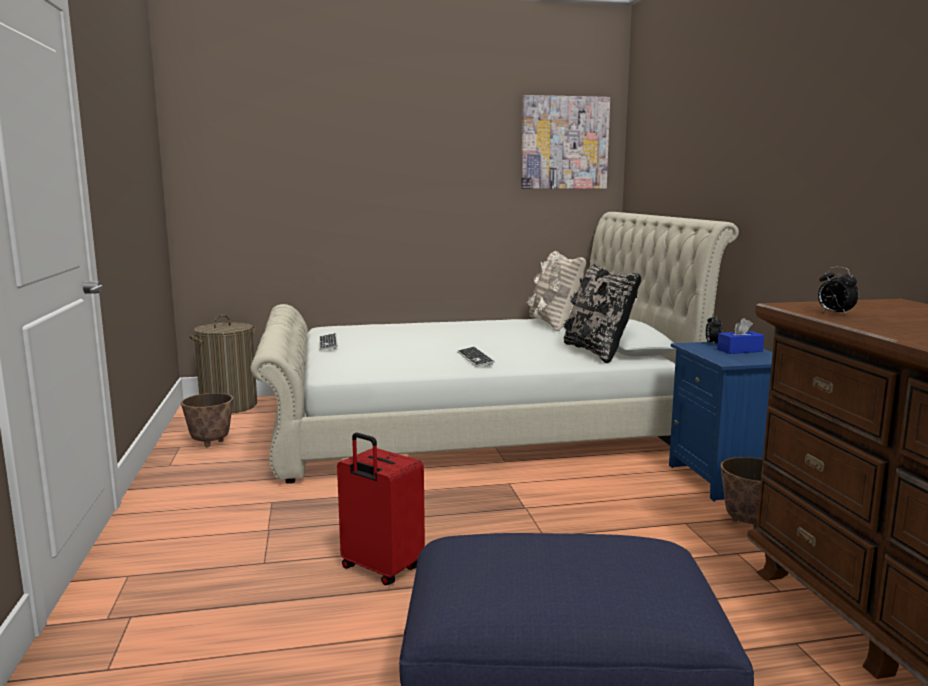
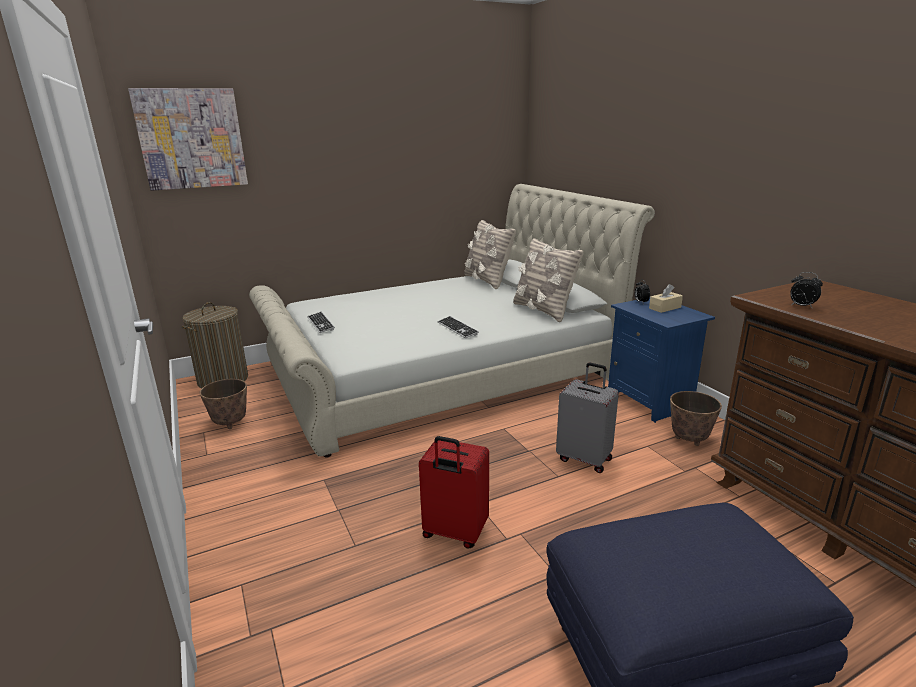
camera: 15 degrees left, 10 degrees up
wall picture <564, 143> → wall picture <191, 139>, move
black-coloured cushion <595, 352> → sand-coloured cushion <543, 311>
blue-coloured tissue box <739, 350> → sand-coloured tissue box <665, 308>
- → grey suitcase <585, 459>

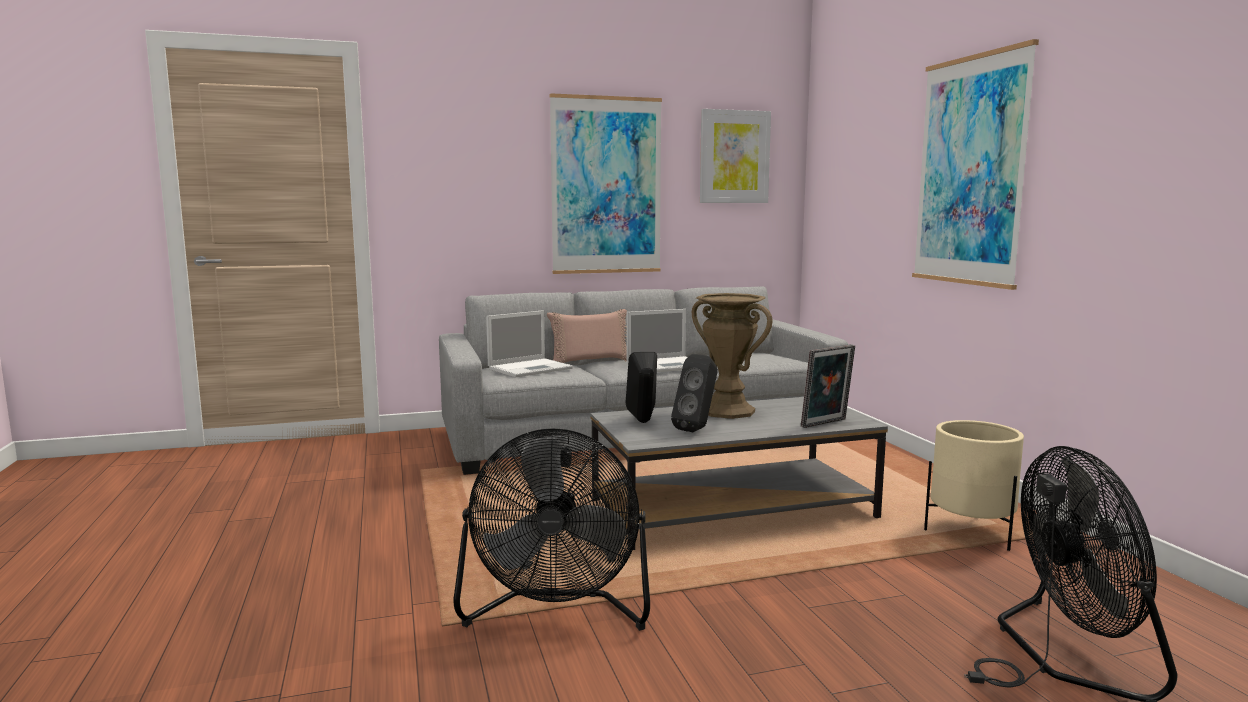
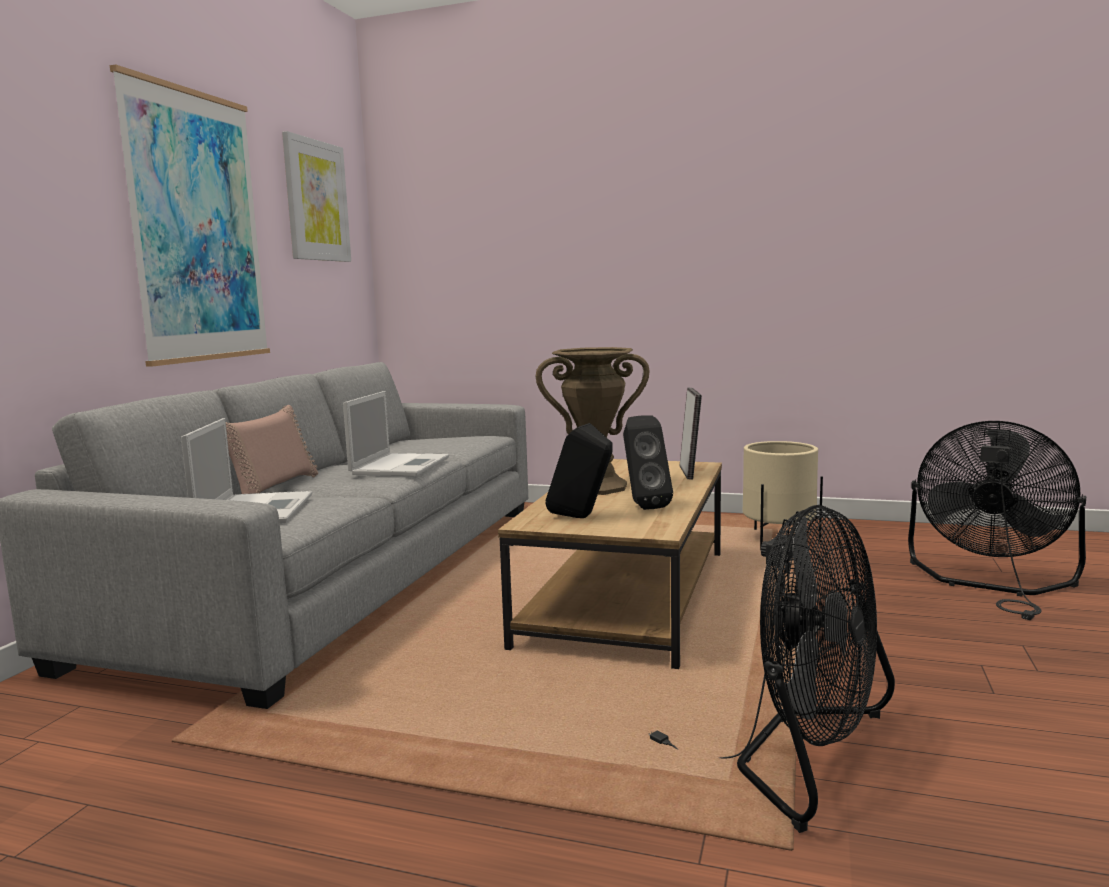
camera: 55 degrees left, 0 degrees up
wall picture <970, 171> → -
grey coffee table <731, 509> → brown-coloured coffee table <627, 596>

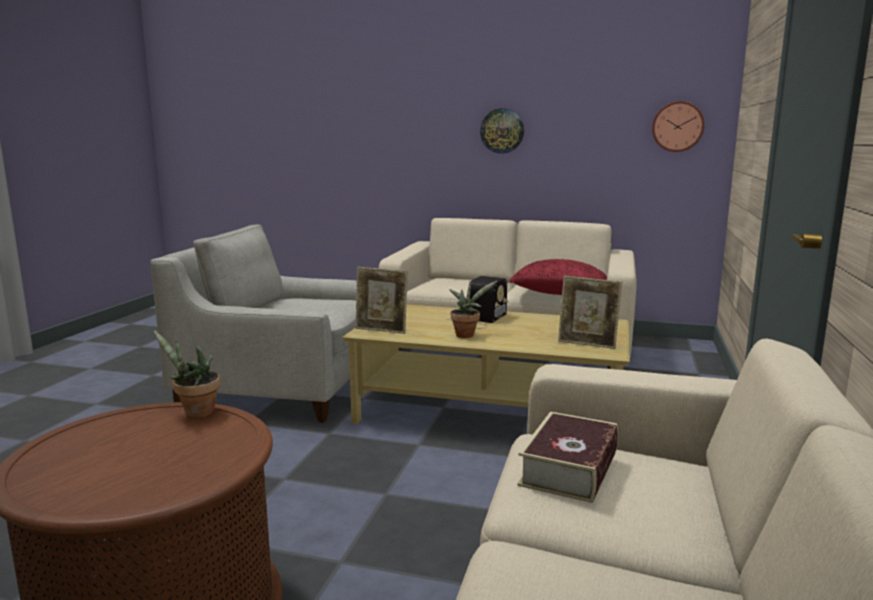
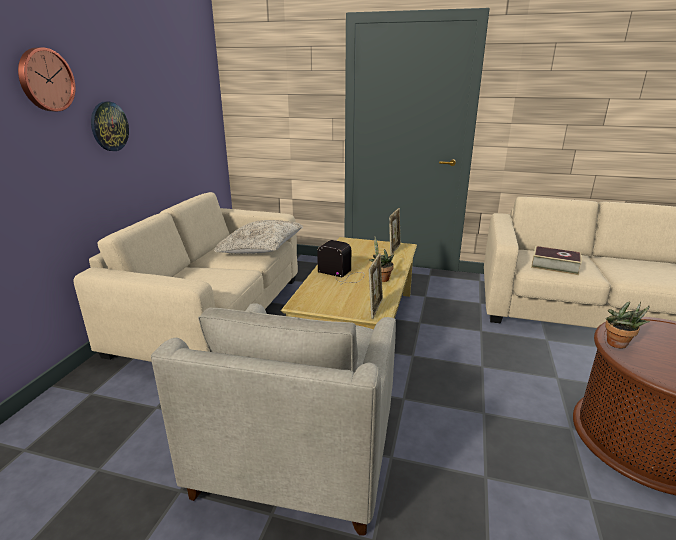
camera: 90 degrees left, 10 degrees up
wall clock <677, 126> → wall clock <45, 80>, move
red-coloured cushion <560, 294> → sand-coloured cushion <261, 249>

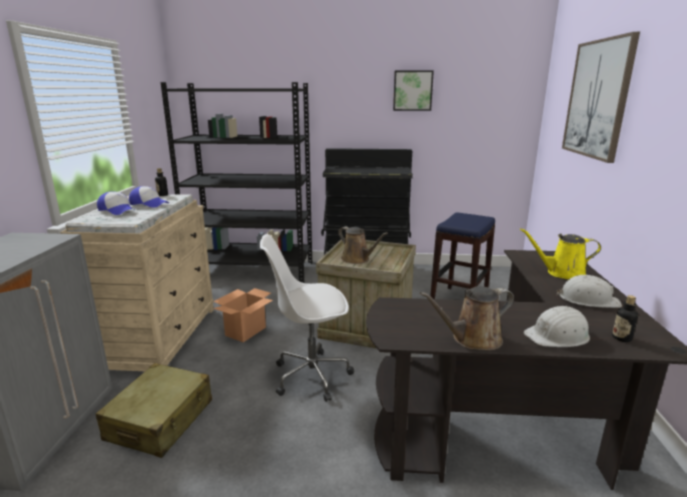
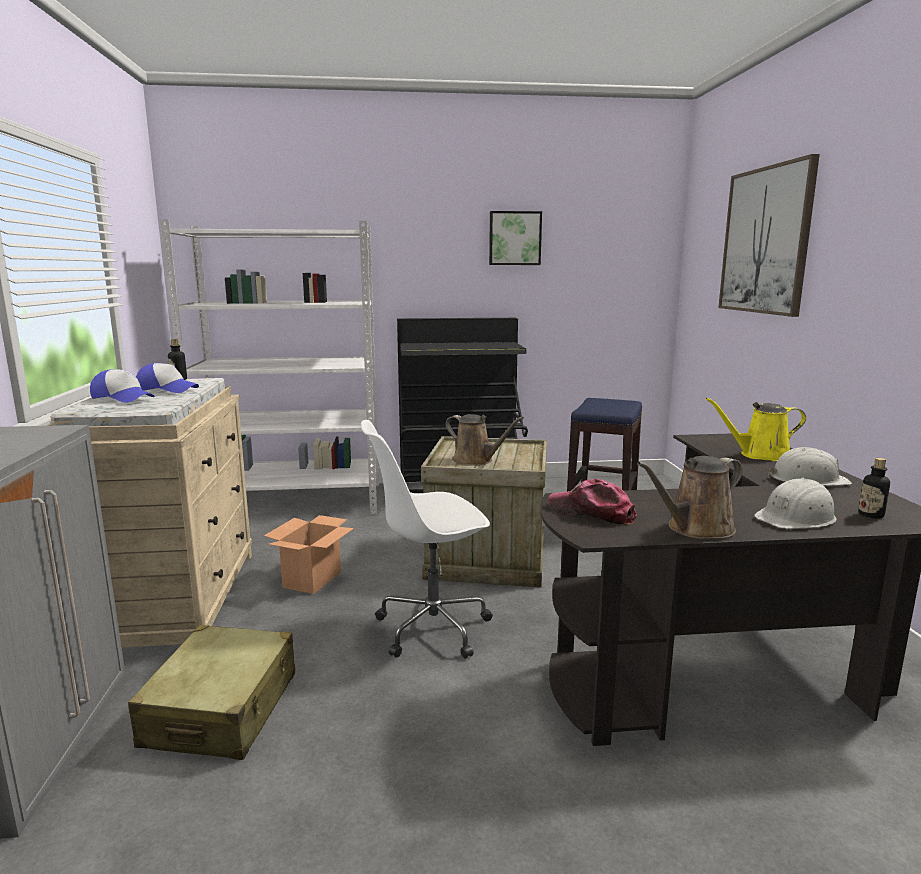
camera: 10 degrees left, 5 degrees down
black-coloured bookcase <252, 271> → white-coloured bookcase <293, 501>
- → baseball cap <592, 513>

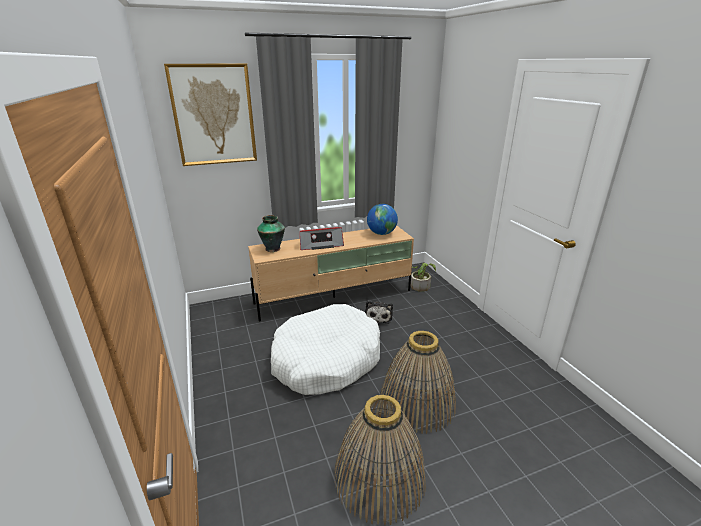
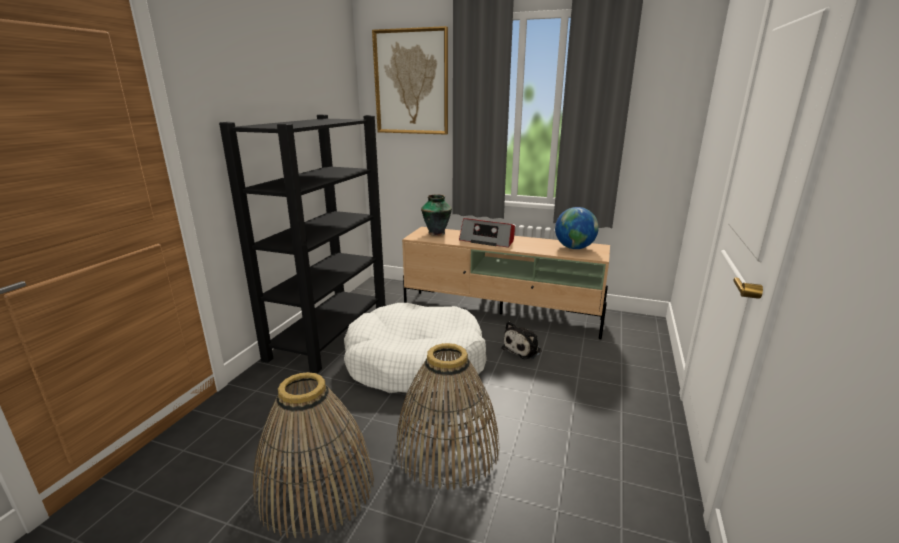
camera: 40 degrees right, 5 degrees down
plant in a pot <421, 285> → -
- → black-coloured bookcase <329, 333>

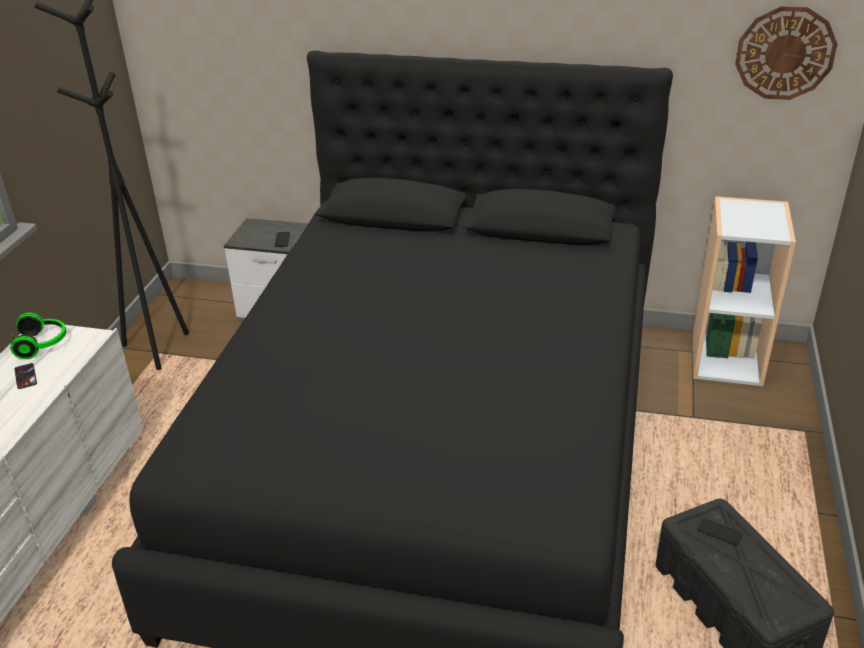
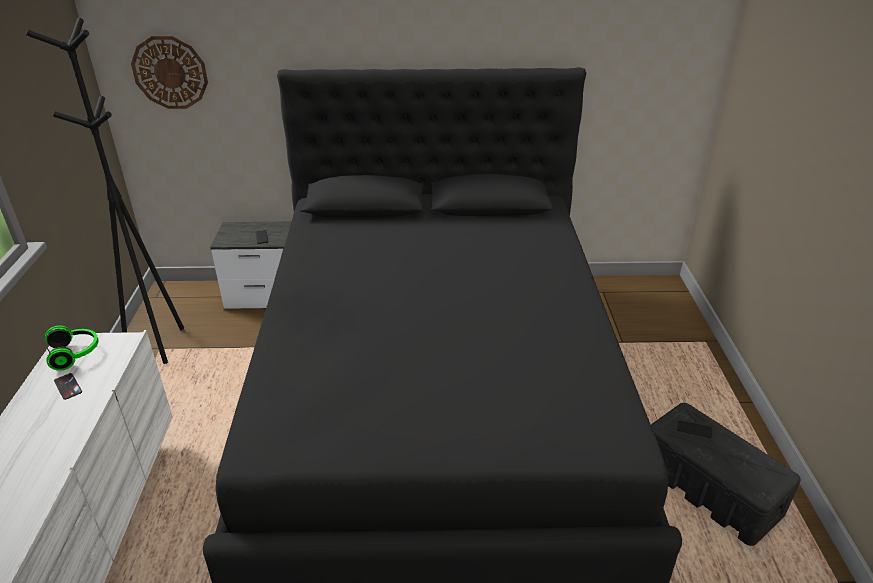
camera: 15 degrees left, 0 degrees up
wall clock <785, 53> → wall clock <170, 72>, move
bookcase <727, 358> → -

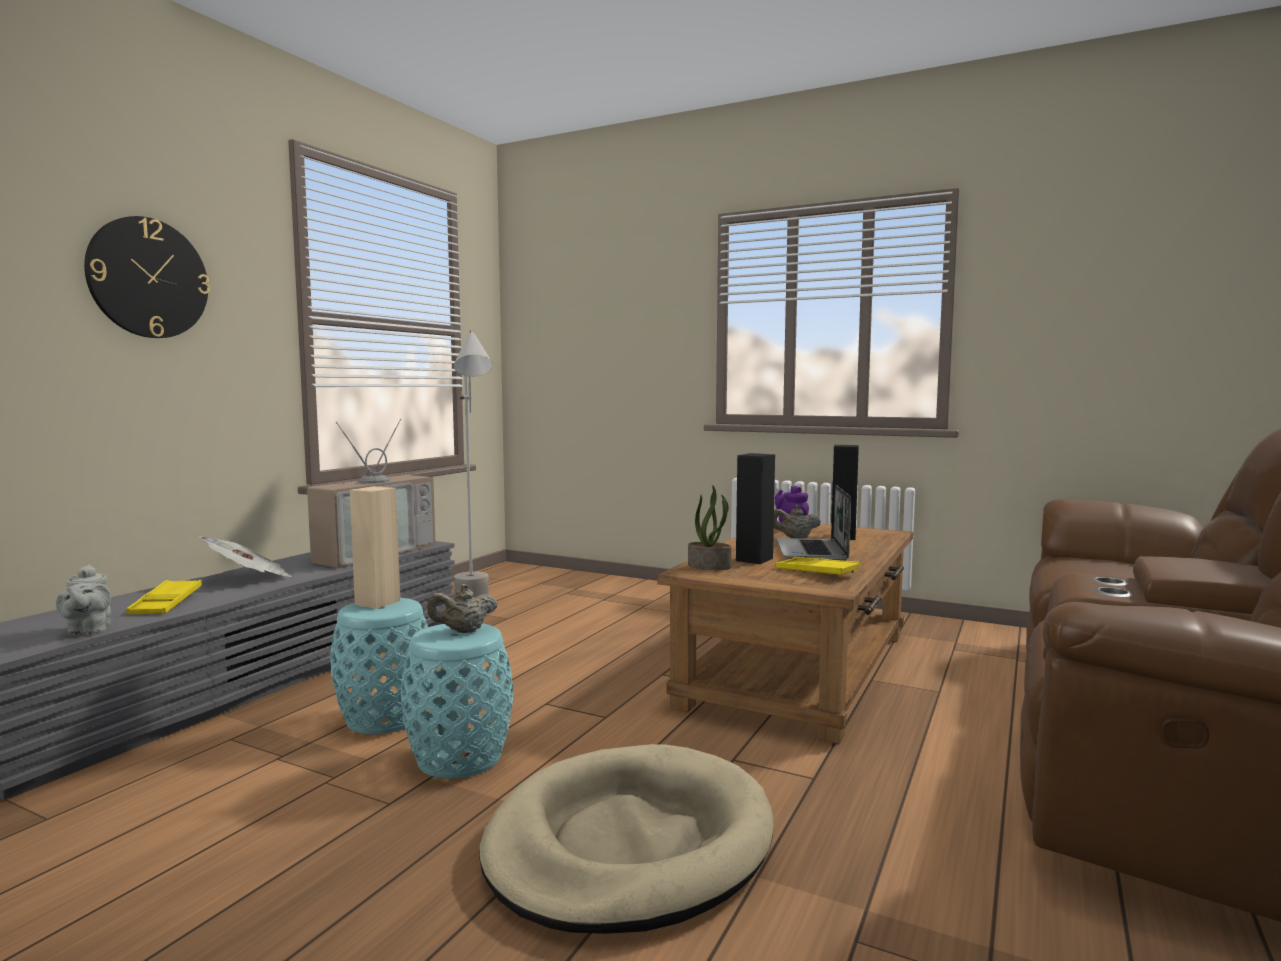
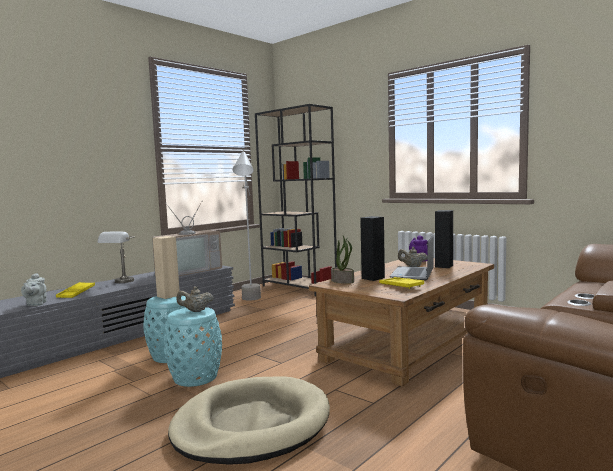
camera: 15 degrees right, 0 degrees up
wall clock <148, 278> → -
newspaper <249, 578> → grey table lamp <121, 282>
- → bookcase <299, 287>

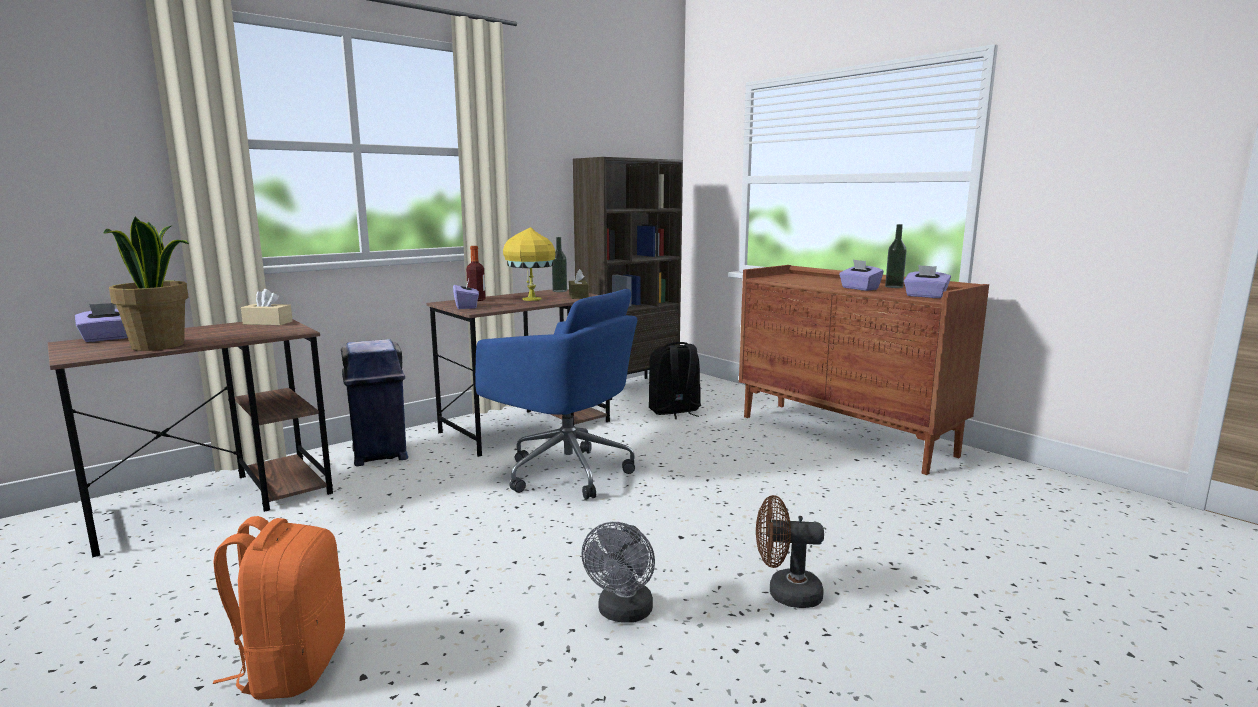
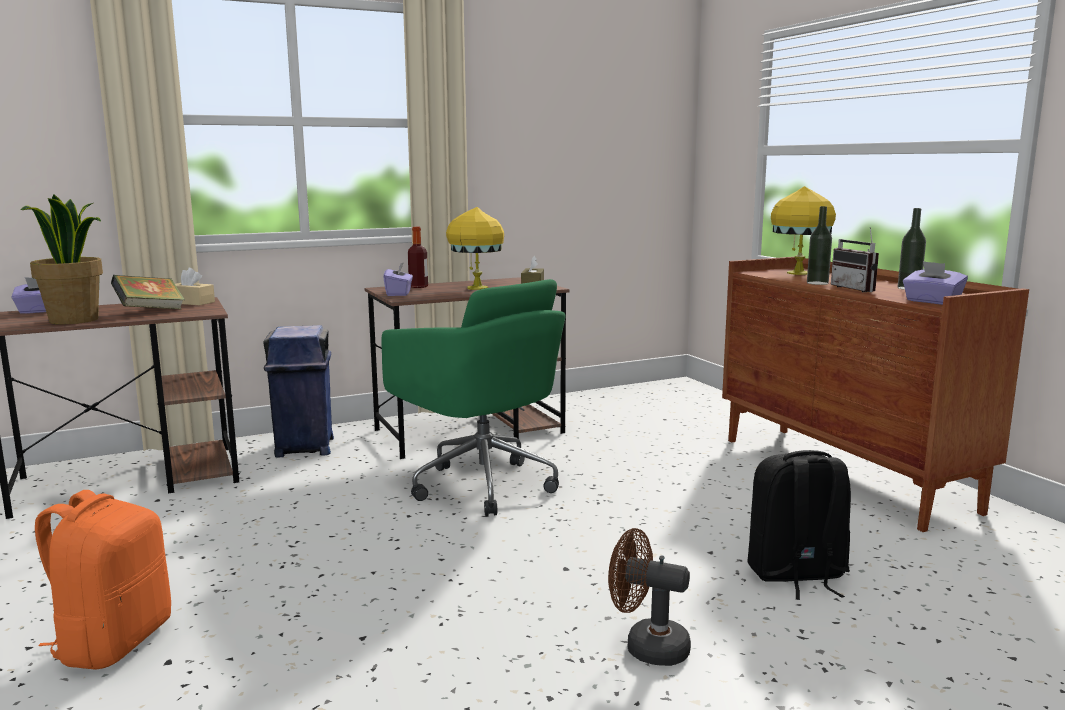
camera: 15 degrees right, 0 degrees up
brown-coloured bookcase <629, 388> → -
beverage bottle <559, 291> → beverage bottle <817, 283>, move
purple-coloured tissue box <859, 288> → radio <858, 289>
blue-coloured desk chair <562, 472> → greenish desk chair <478, 484>
black-coloured knapsack <674, 411> → black-coloured knapsack <796, 575>, move
grey cooling fan <623, 613> → -
- → yellow-coloured table lamp <799, 273>
- → book <150, 311>

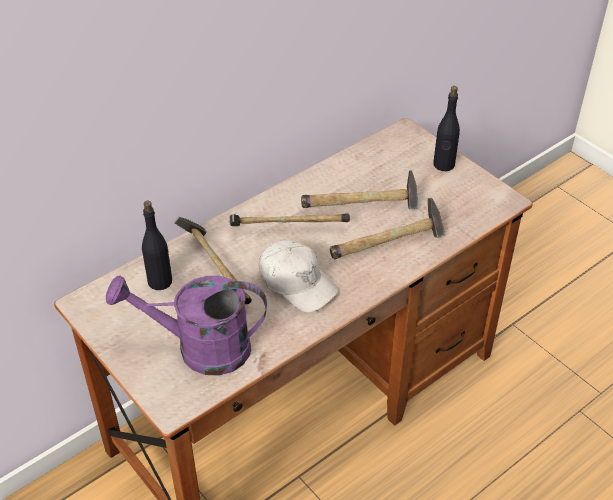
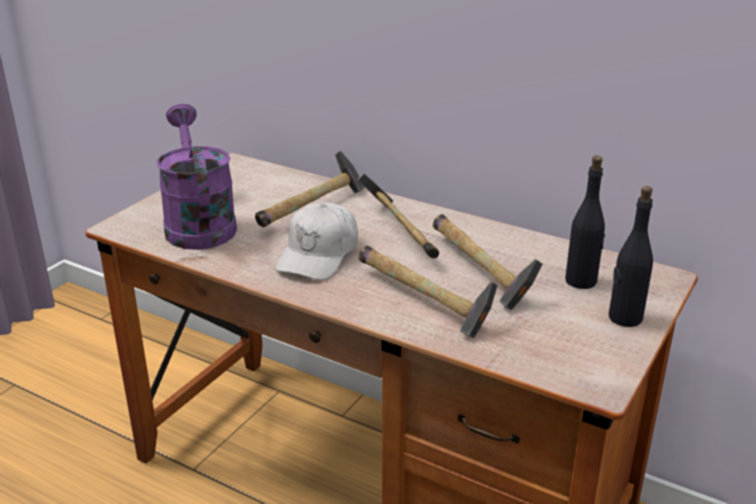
camera: 70 degrees right, 15 degrees down
black-coloured beverage bottle <160, 281> → black-coloured beverage bottle <581, 281>, move

